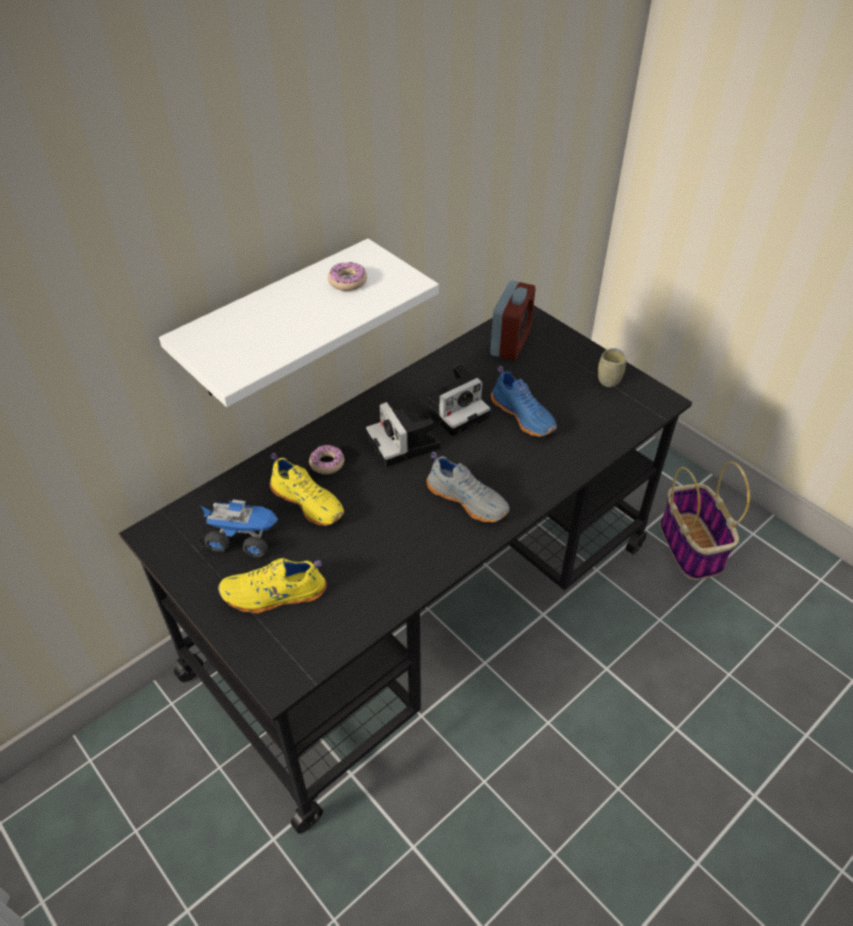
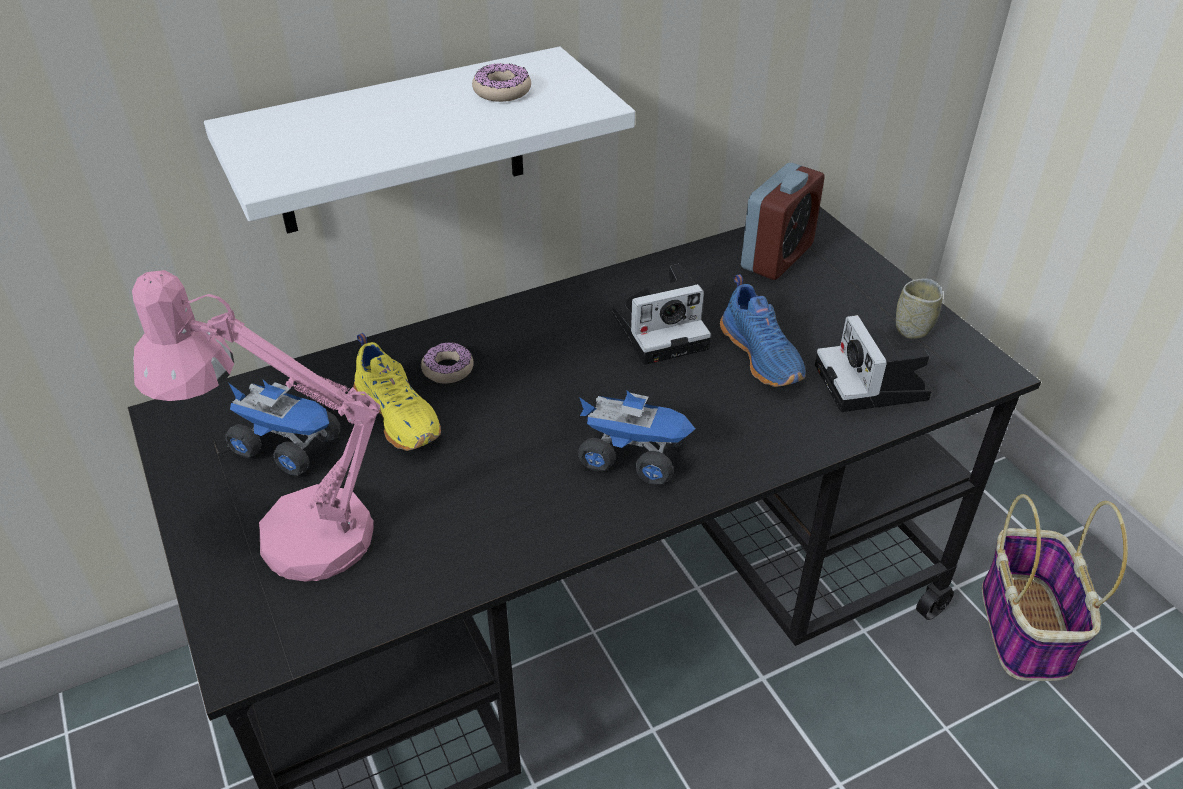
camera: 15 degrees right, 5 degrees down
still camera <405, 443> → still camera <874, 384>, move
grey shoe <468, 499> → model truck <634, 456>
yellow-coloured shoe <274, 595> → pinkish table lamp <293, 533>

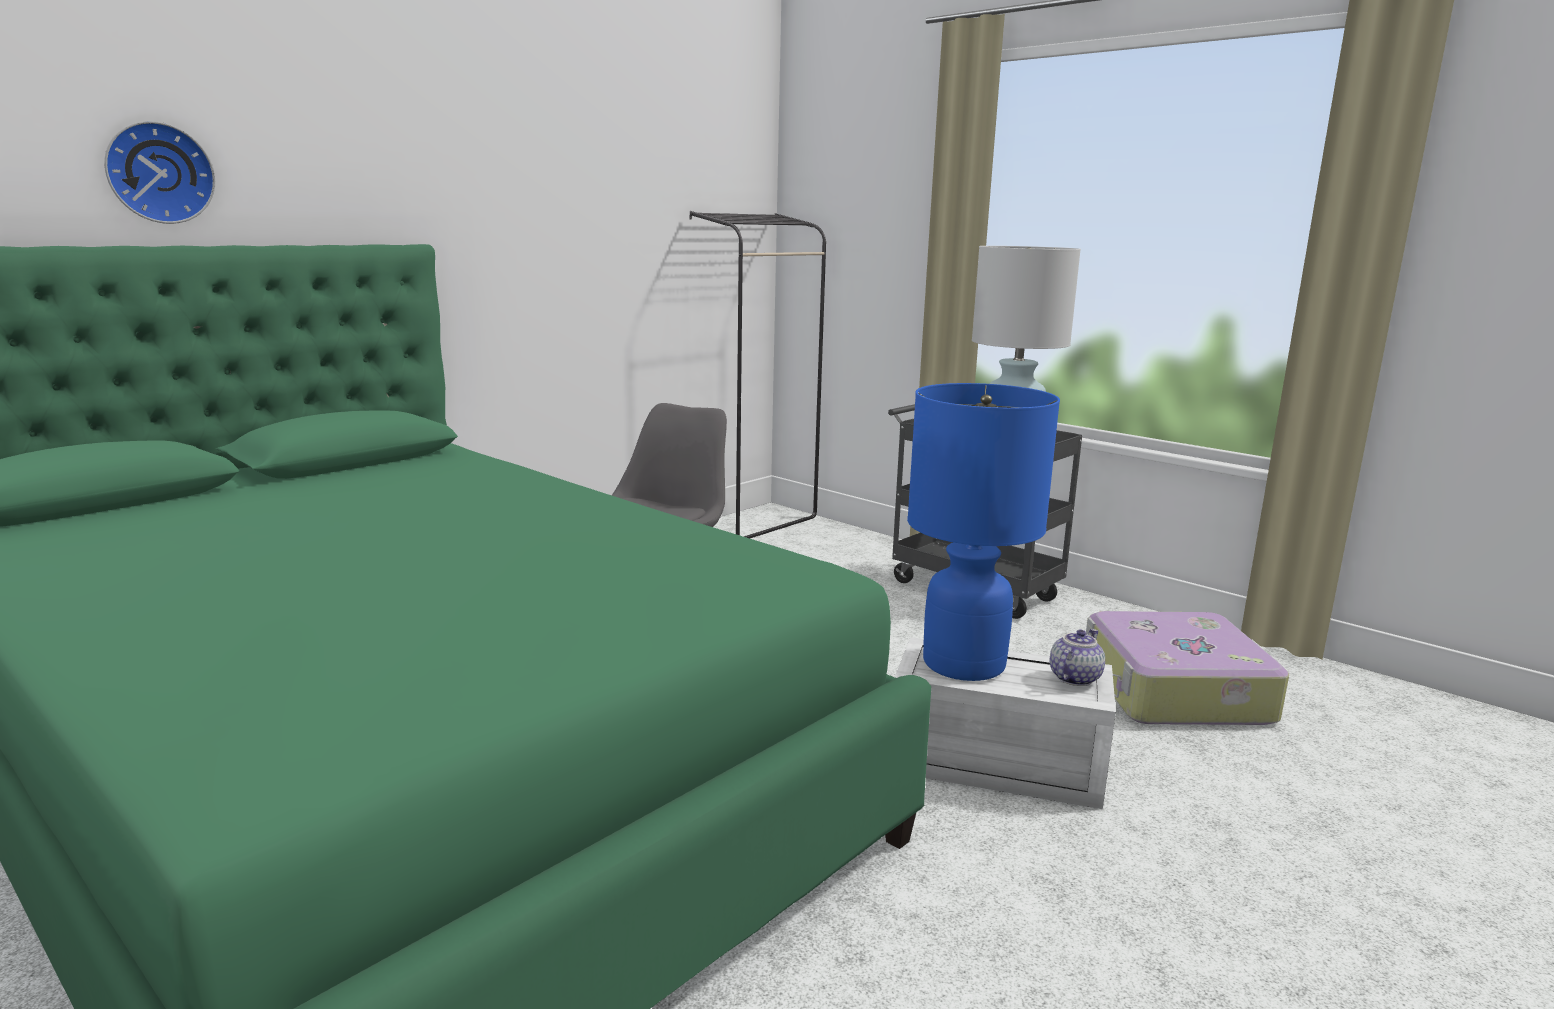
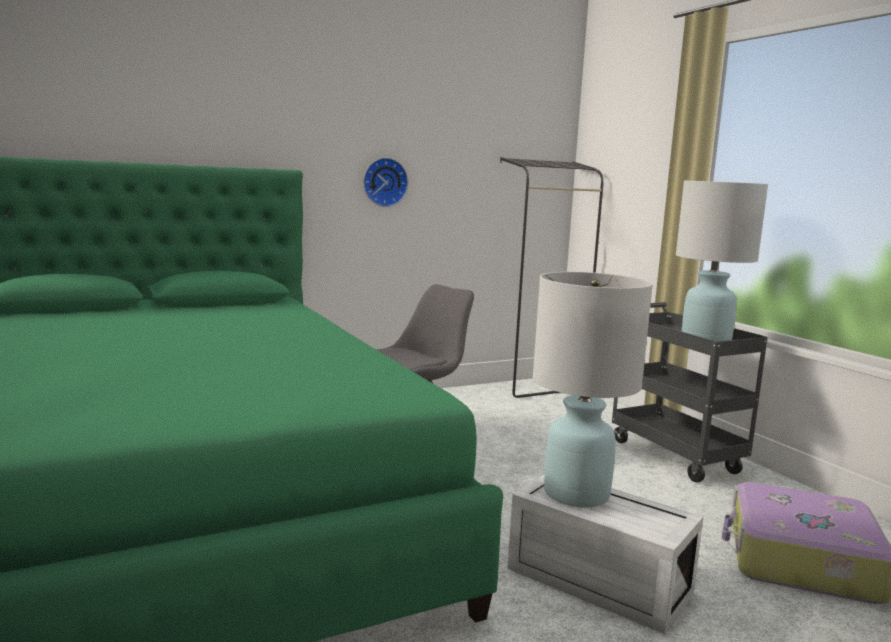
camera: 20 degrees right, 5 degrees down
wall clock <159, 173> → wall clock <384, 182>, move
blue-coloured table lamp <963, 664> → white-coloured table lamp <575, 494>
tea pot <1073, 677> → -

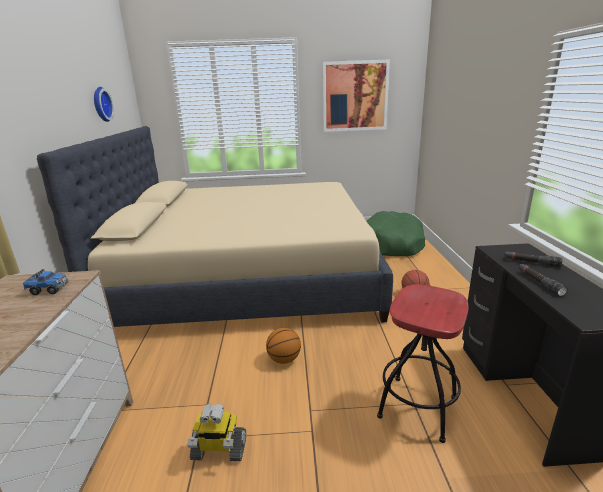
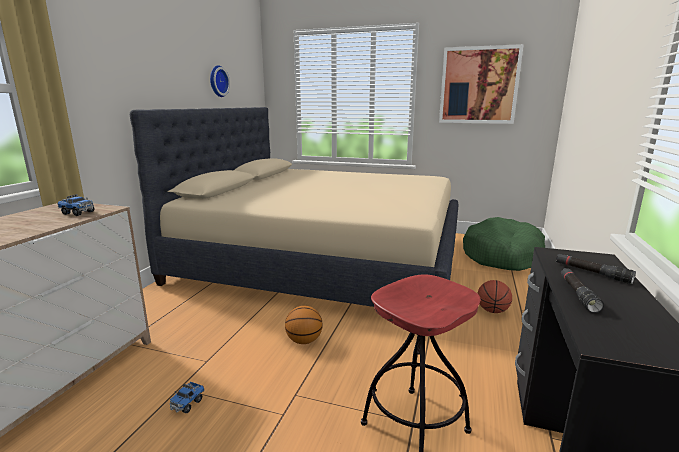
camera: 20 degrees right, 5 degrees down
model robot <219, 450> → model truck <187, 403>

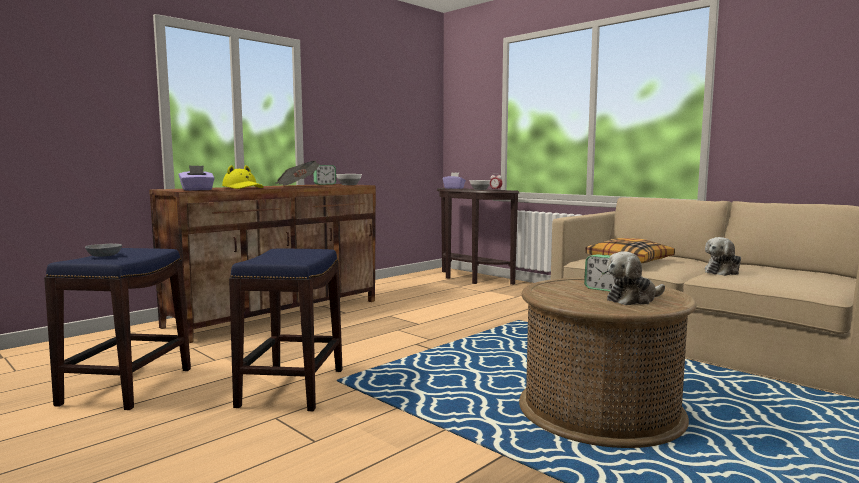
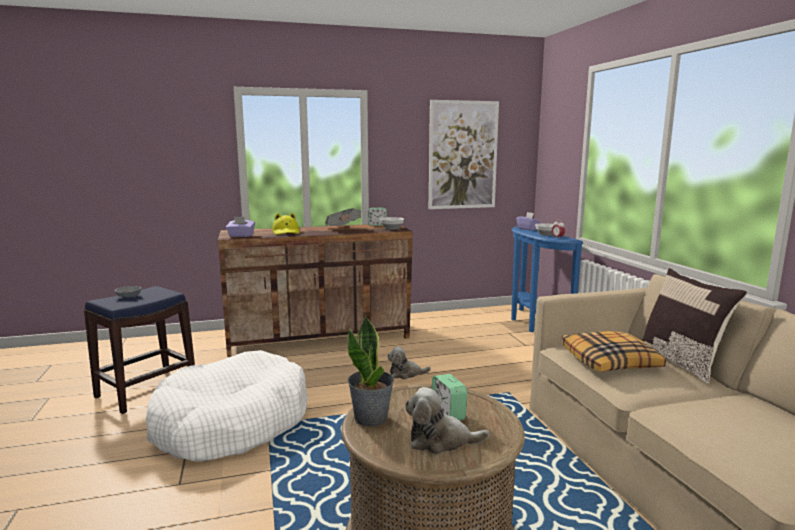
camera: 30 degrees right, 5 degrees up
brown-coloured console table <469, 279> → blue-coloured console table <534, 324>
cuddly toy <723, 272> → cuddly toy <406, 374>, move
stool <292, 388> → white-coloured pet bed <231, 423>
- → wall picture <463, 155>
- → cushion <681, 363>
- → plant in a pot <371, 418>

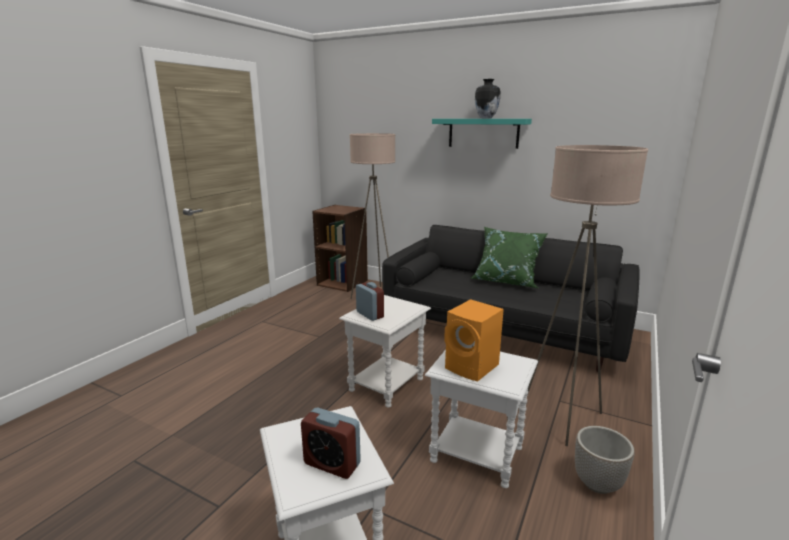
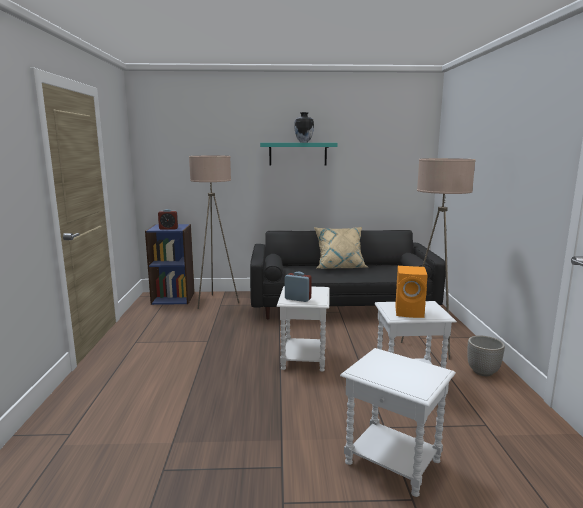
camera: 30 degrees left, 5 degrees down
brown-coloured bookcase <343, 282> → blue-coloured bookcase <173, 298>
greenish cushion <506, 281> → sand-coloured cushion <339, 267>
alarm clock <332, 464> → alarm clock <168, 228>, move

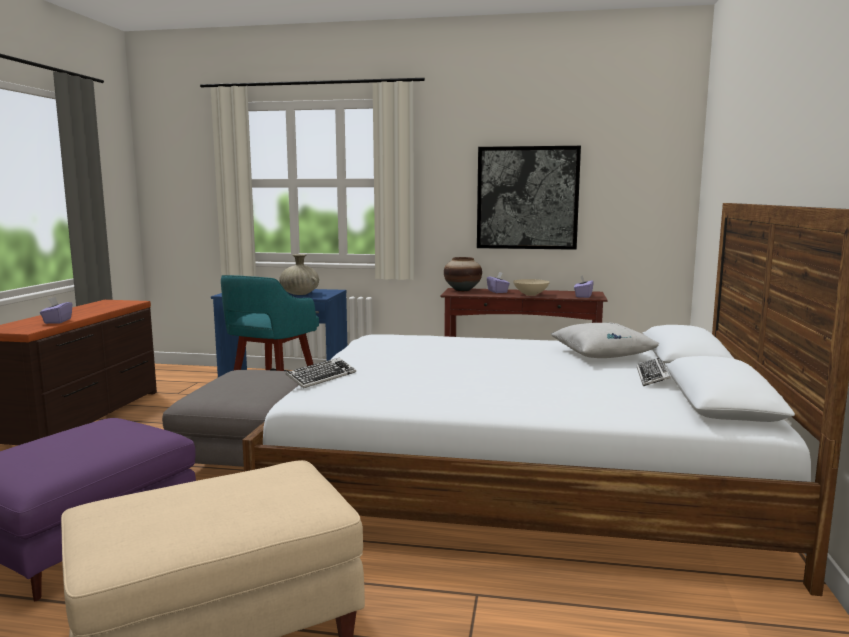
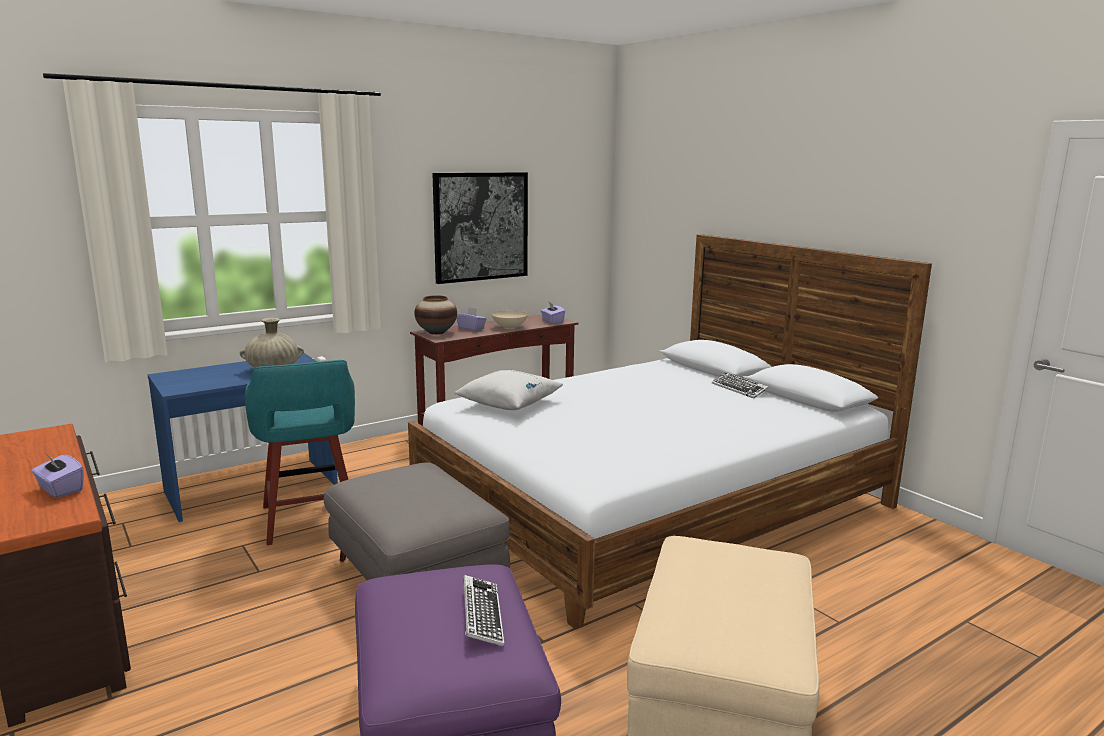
camera: 45 degrees left, 5 degrees up
grey cushion <602, 355> → grey cushion <509, 404>, move
PC keyboard <321, 377> → PC keyboard <482, 616>, move

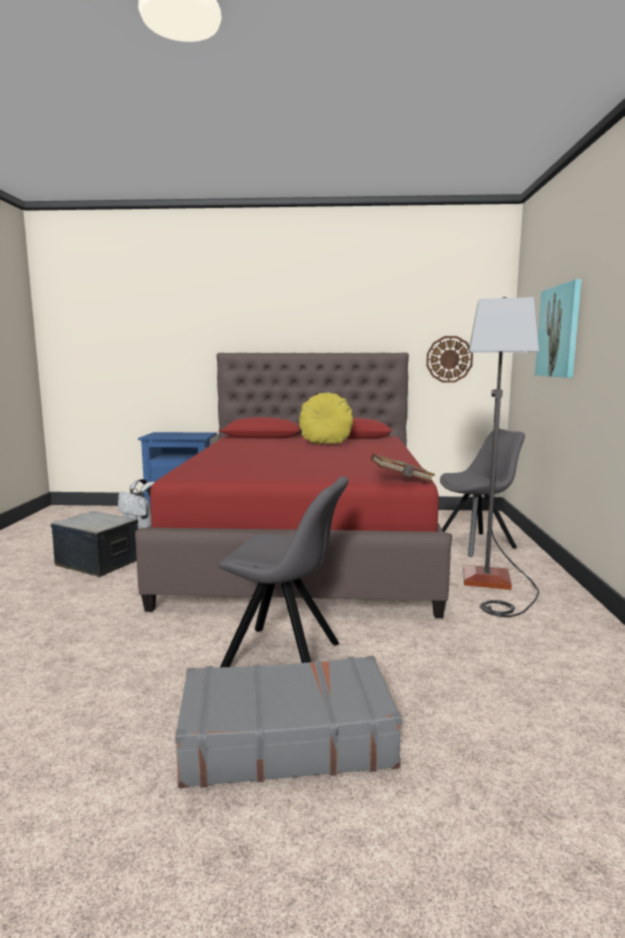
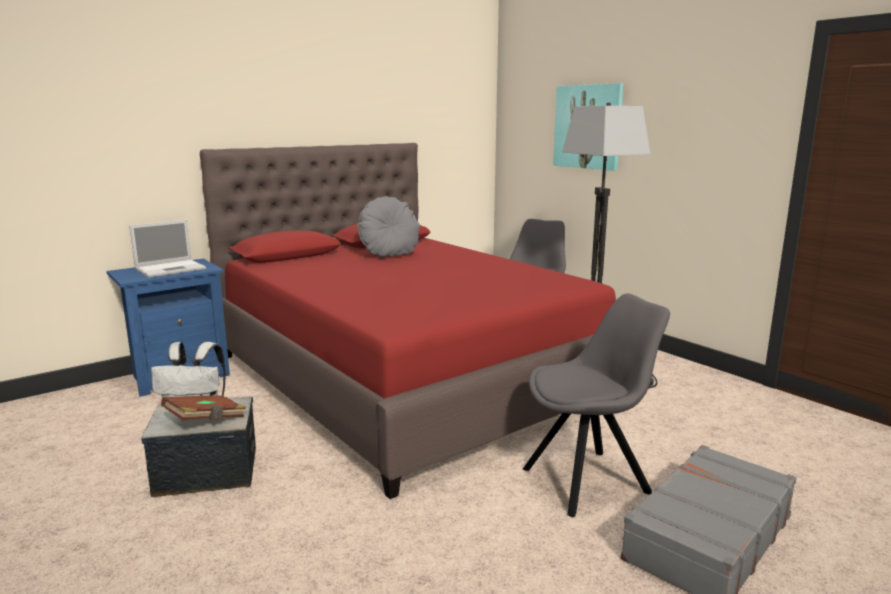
camera: 40 degrees left, 5 degrees up
wall clock <449, 359> → -
yellow-coloured cushion <326, 443> → grey cushion <389, 255>
brown-coloured book <401, 480> → brown-coloured book <206, 420>, move
- → portable computer <172, 269>

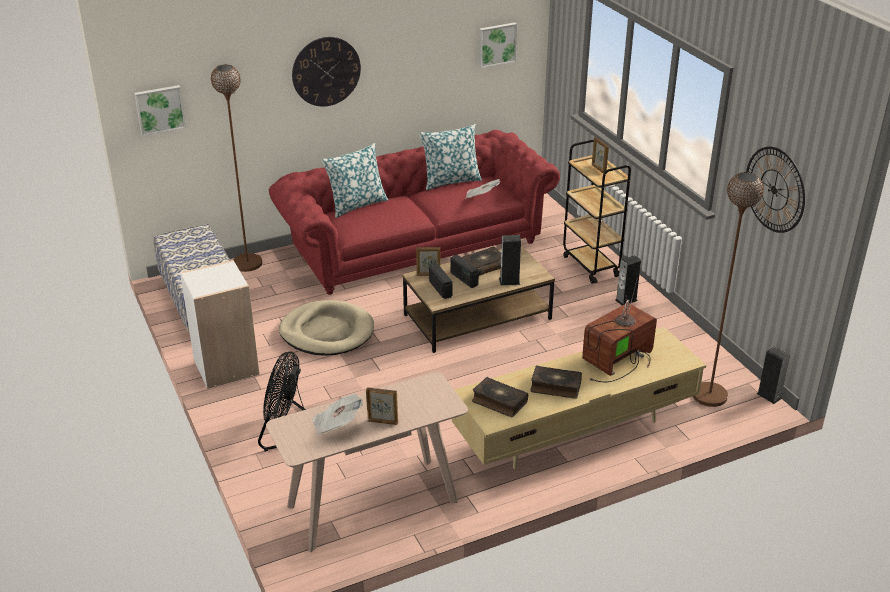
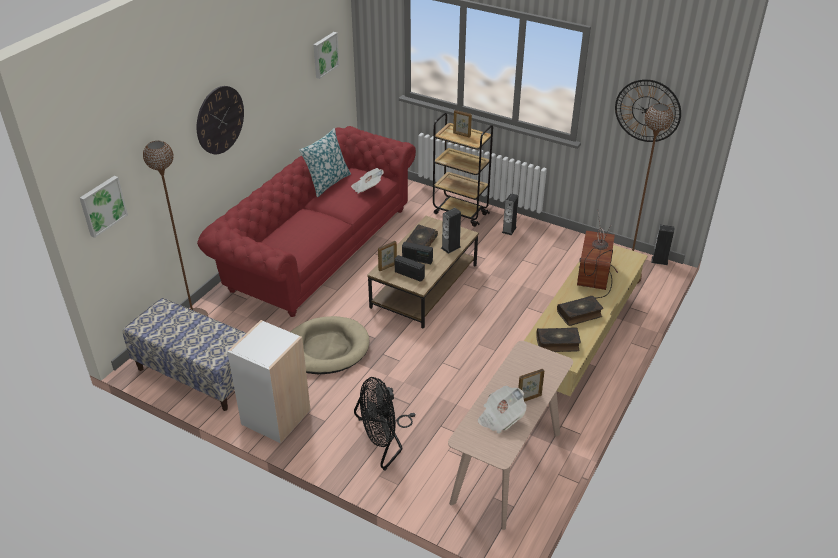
camera: 35 degrees left, 5 degrees up
cushion <356, 205> → -

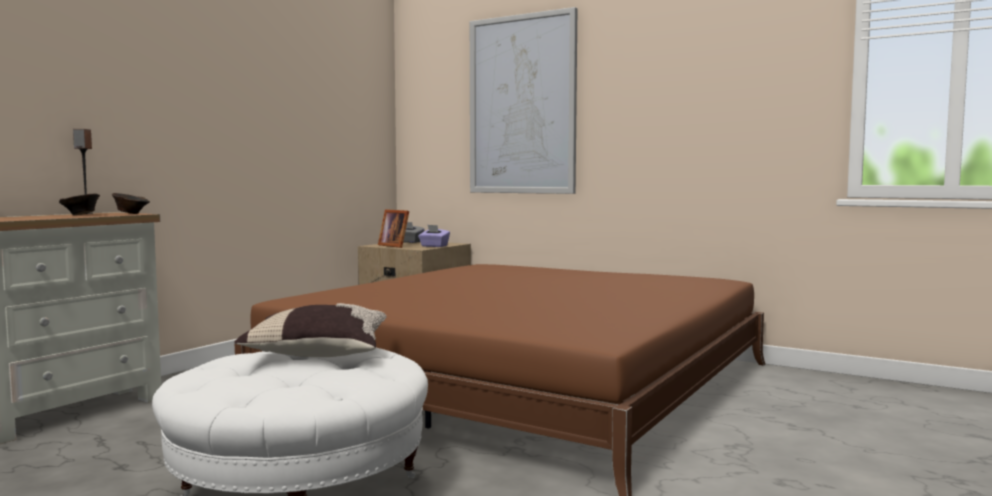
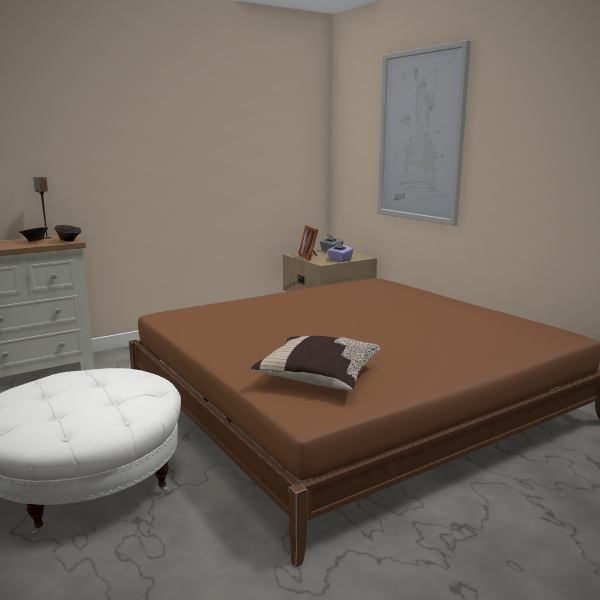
camera: 25 degrees right, 10 degrees up
cushion <318, 353> → cushion <318, 376>, move

